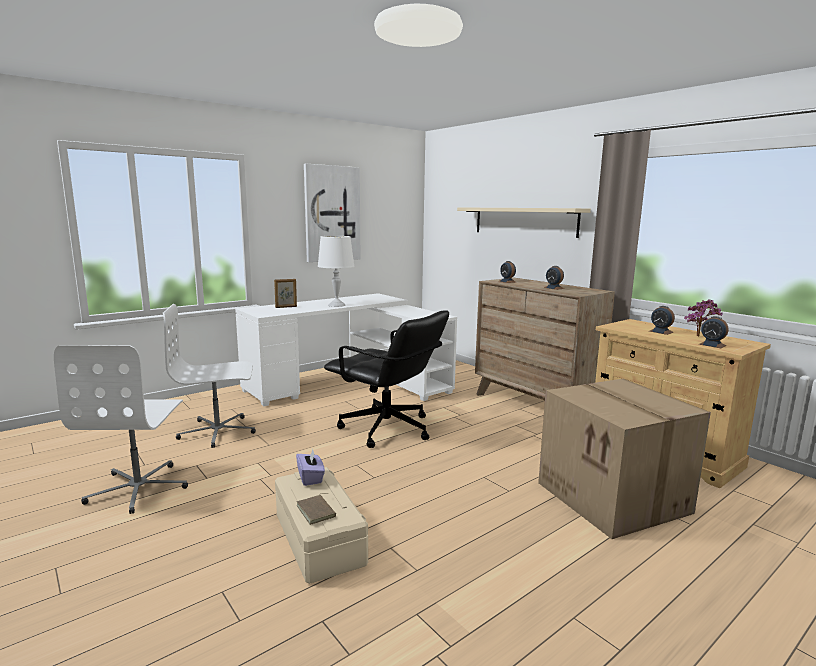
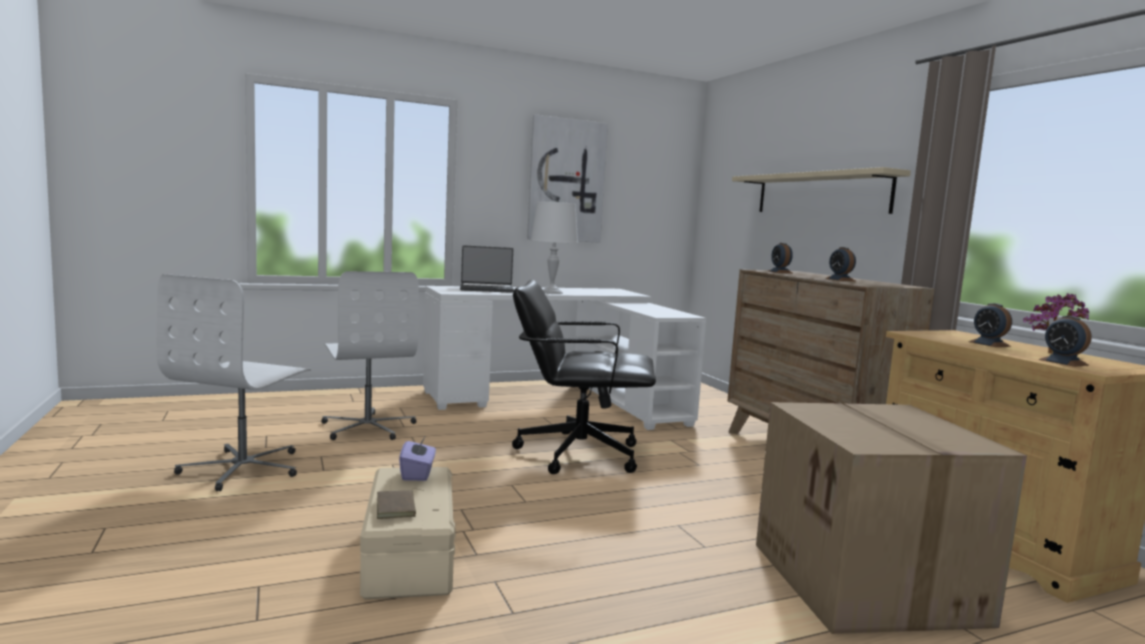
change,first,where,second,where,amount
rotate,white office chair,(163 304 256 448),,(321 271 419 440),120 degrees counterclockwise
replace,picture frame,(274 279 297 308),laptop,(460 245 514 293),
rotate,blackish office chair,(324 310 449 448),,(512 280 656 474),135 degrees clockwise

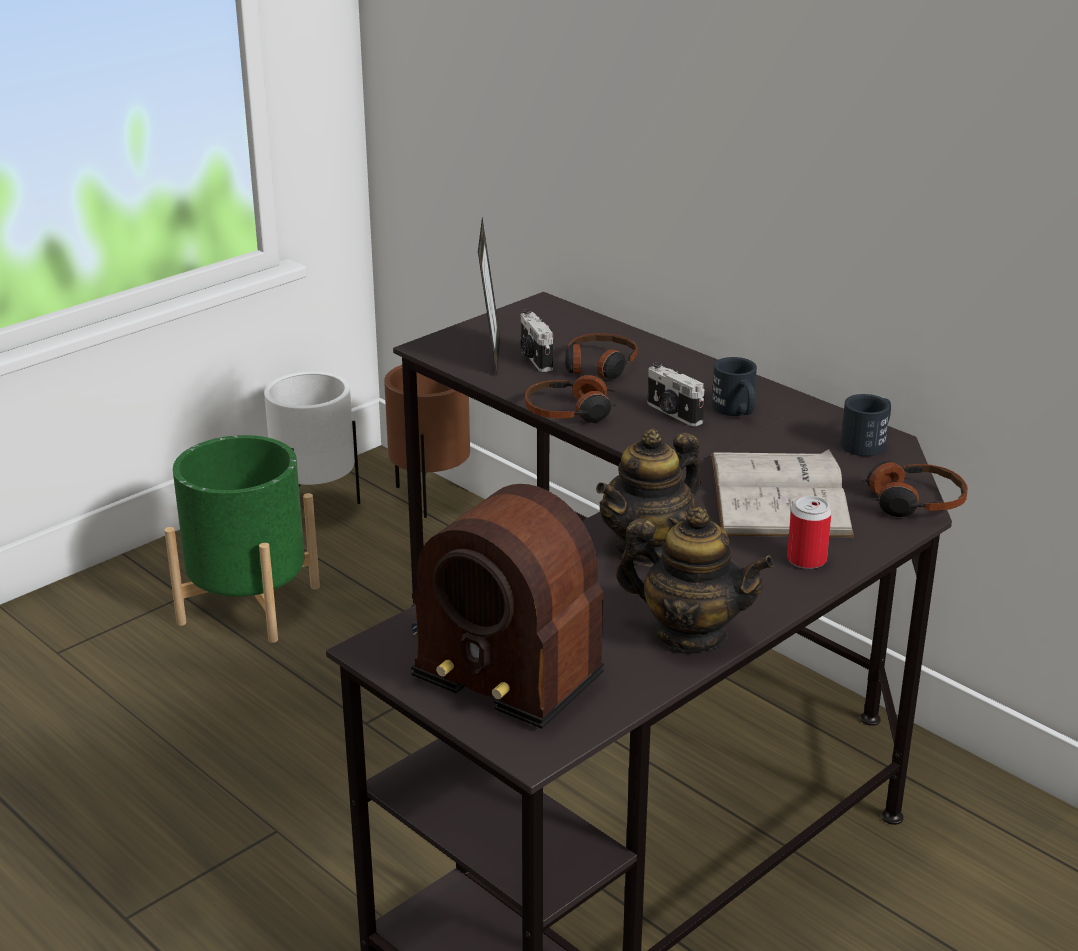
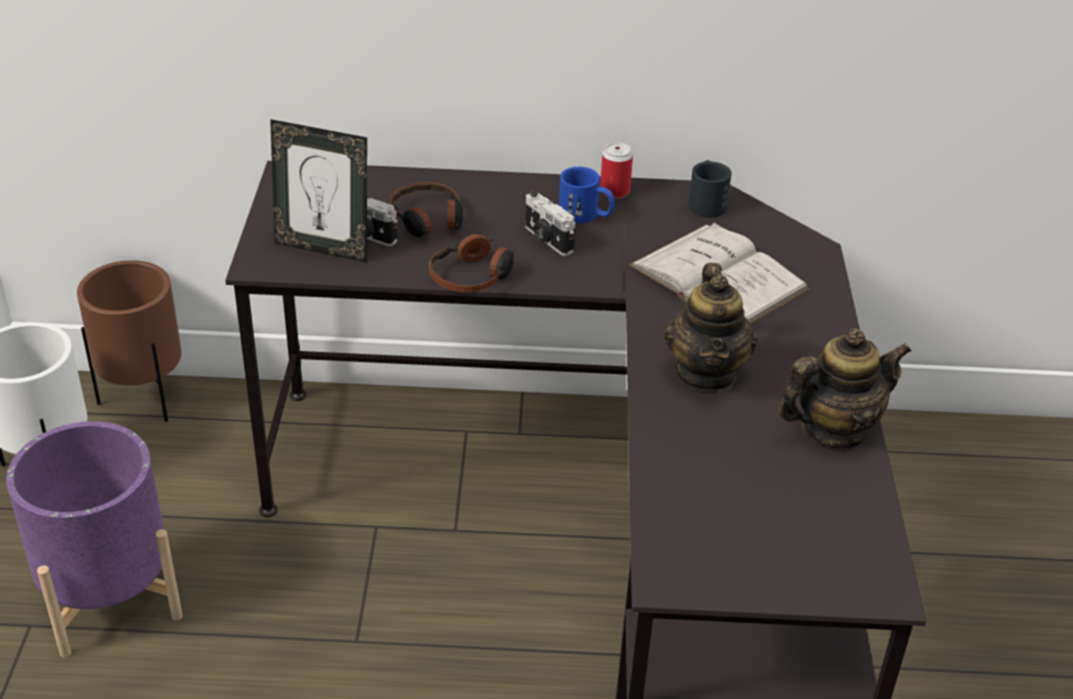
change,first,where,second,where,amount
recolor,green flower pot,(164 435 320 643),purple flower pot,(6 421 183 658),
delete,radio set,(411 484 604 729),,,
rotate,picture frame,(478 218 500 375),,(270 119 367 263),150 degrees clockwise
rotate,still camera,(648 362 705 427),,(525 191 576 256),45 degrees clockwise
recolor,blackish mug,(712 357 757 416),blue-coloured mug,(559 167 615 223),
move,metal can,(787 496 832 569),,(600 142 633 198),
delete,pair of headphones,(860 461 968 517),,,

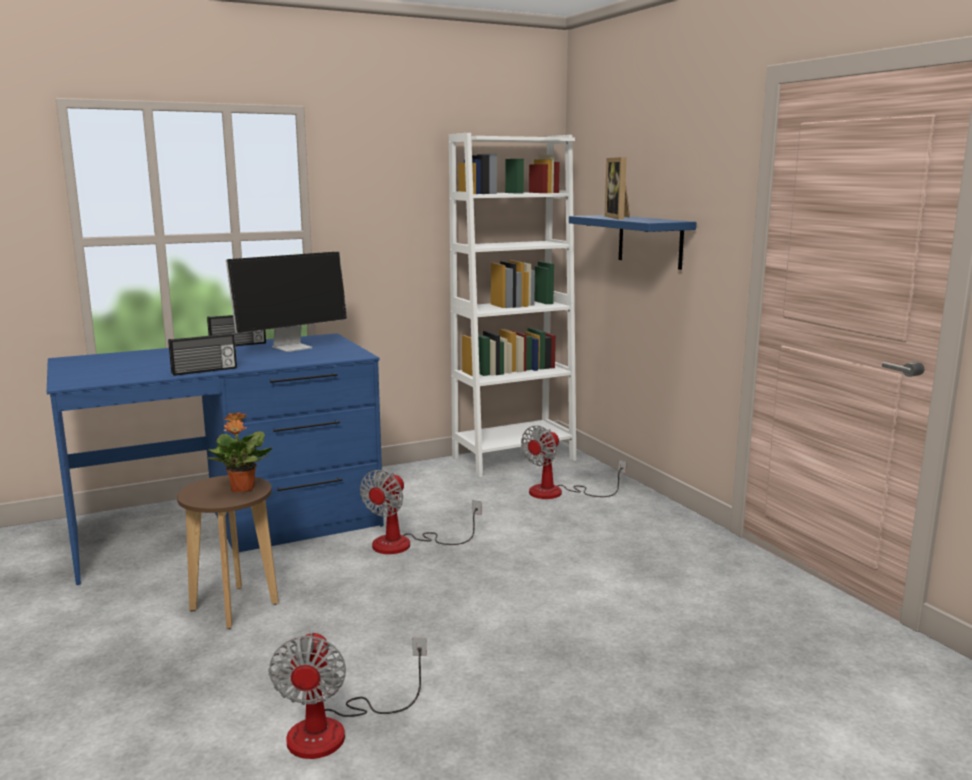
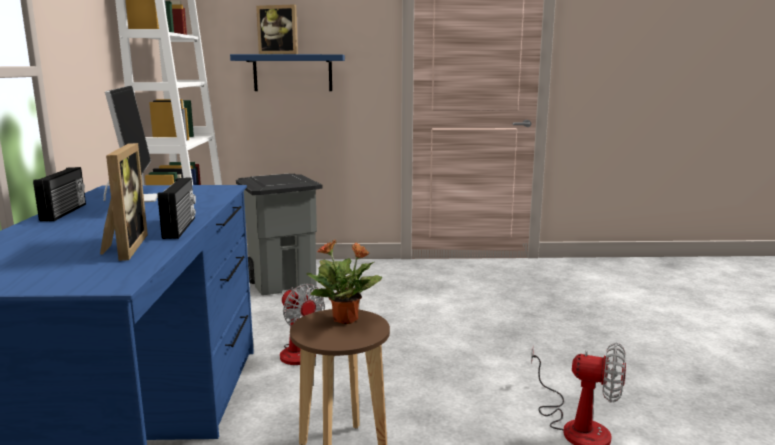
change,first,where,second,where,amount
replace,fan,(521 425 626 499),grey rubbish bin,(236 174 322 295),
insert,,,picture frame,(100 143 148 261),

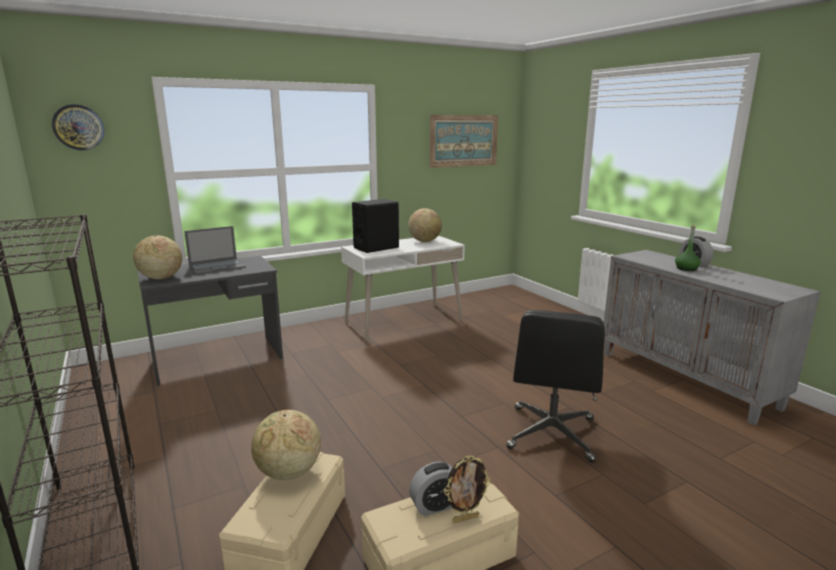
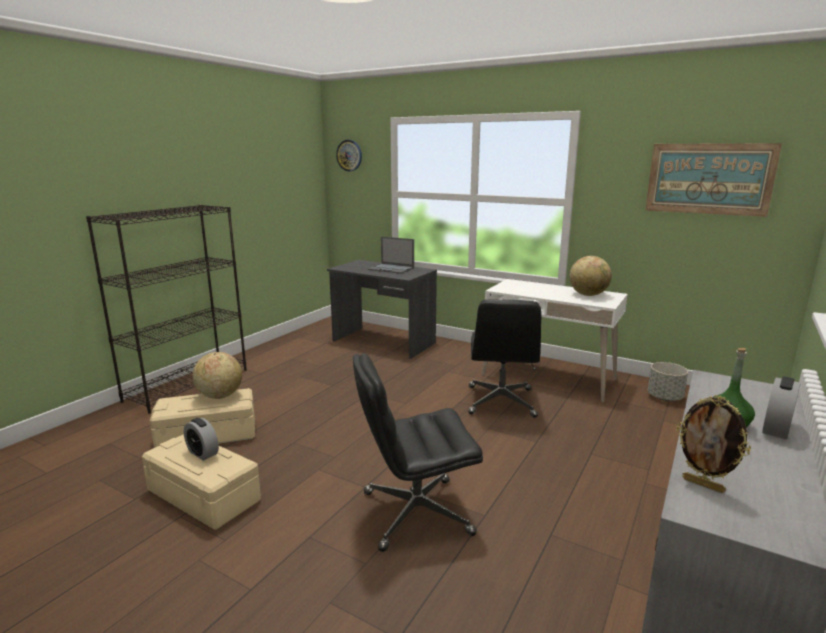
change,first,where,second,where,amount
delete,desk globe,(133 235 182 279),,,
delete,blackish audio speaker,(352 199 399 253),,,
move,picture frame,(444 455 490 523),,(676 395 751 493),
insert,,,blackish office chair,(468 299 542 418),
insert,,,grey flower pot,(648 362 688 401),

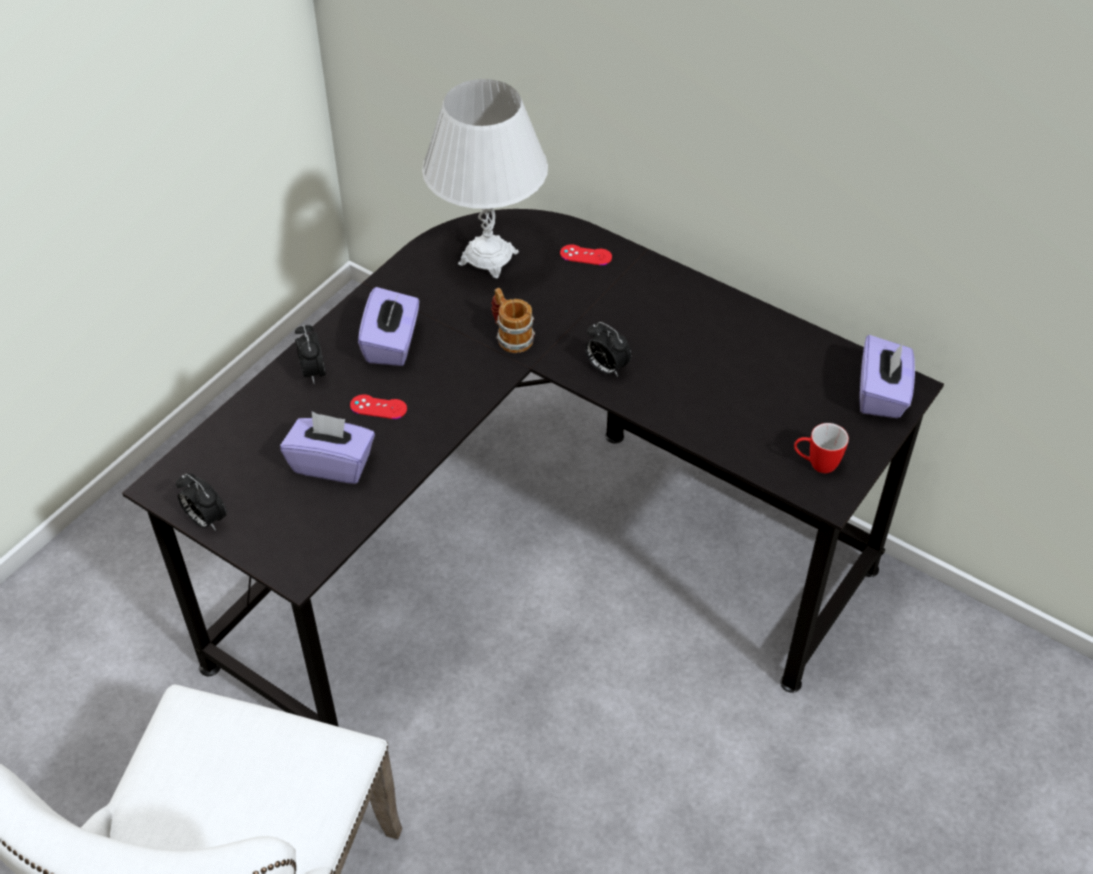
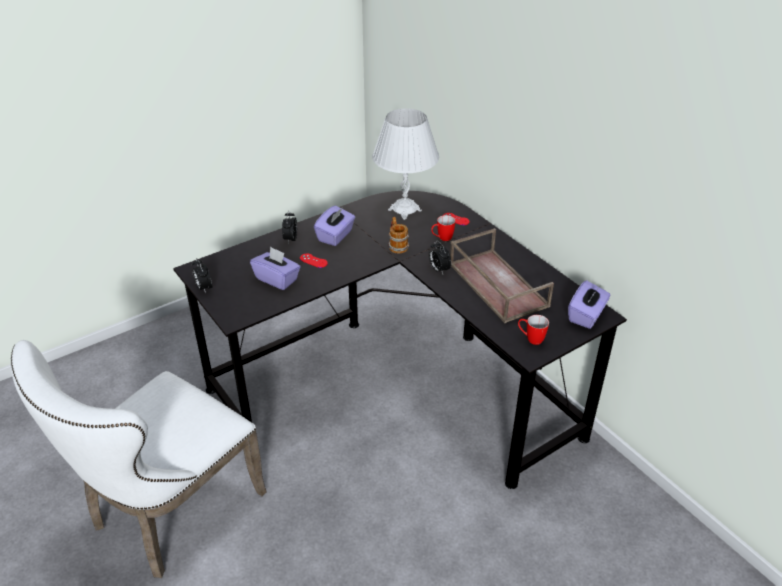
change,first,where,second,where,amount
insert,,,mug,(431 215 456 241),
insert,,,brown serving tray,(450 228 554 323),

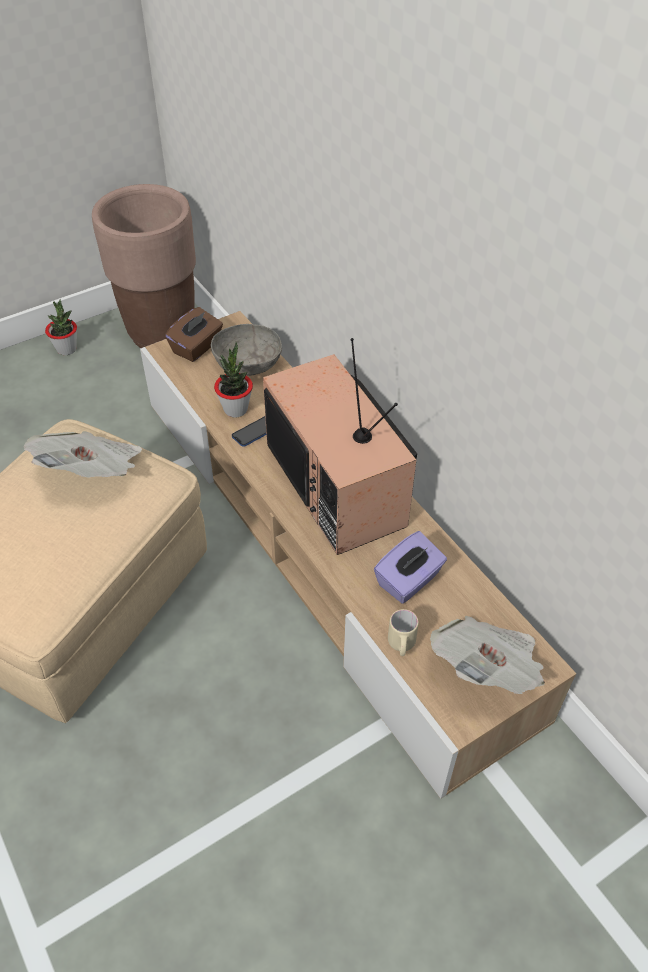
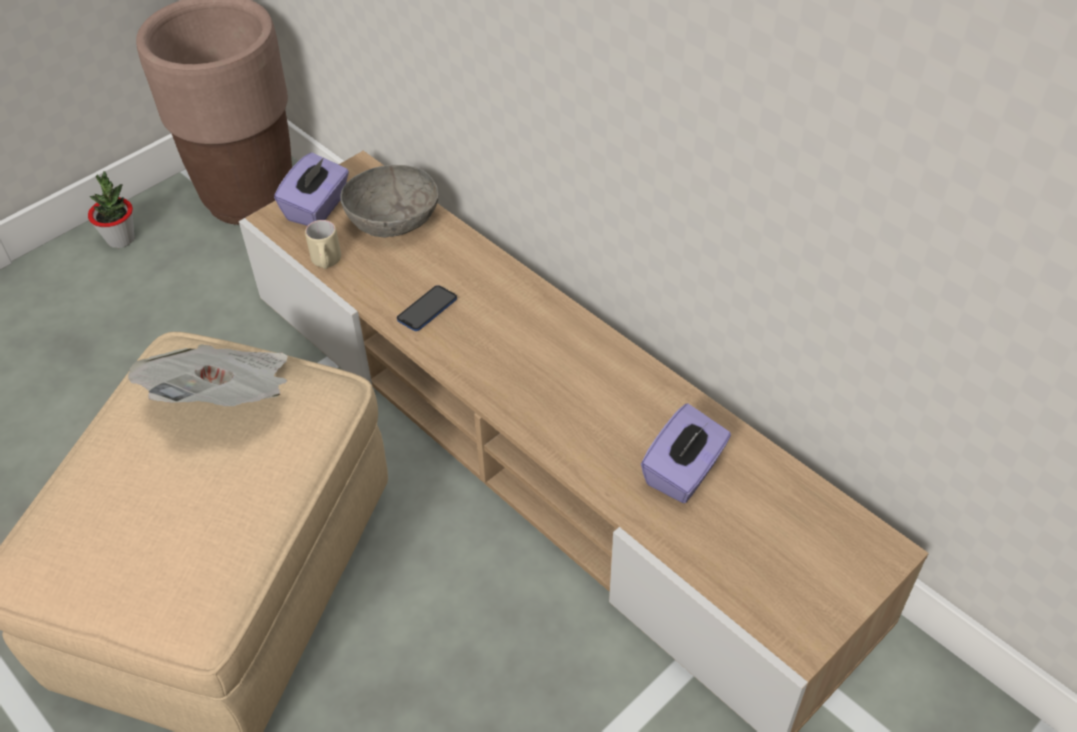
change,first,where,second,where,amount
recolor,brown box of tissues,(165 307 223 362),purple box of tissues,(274 153 349 226),
delete,plant in a pot,(214 342 253 418),,,
delete,TV,(263 338 417 555),,,
move,beige-coloured mug,(388 609 419 656),,(305 220 341 269),
delete,printed paper,(430 616 545 694),,,

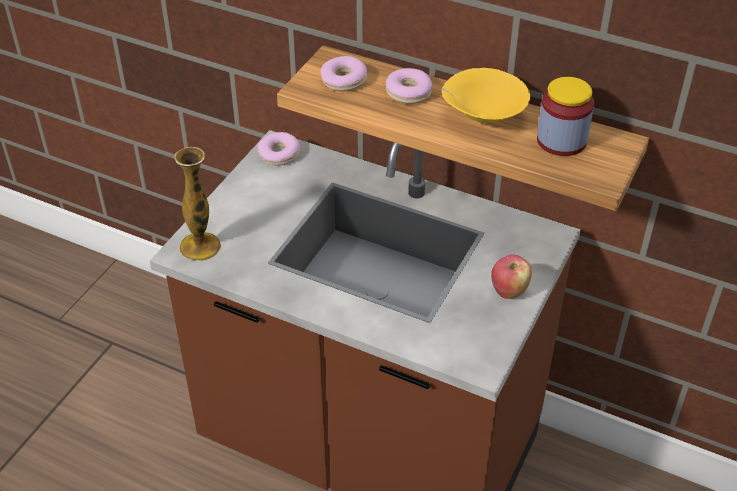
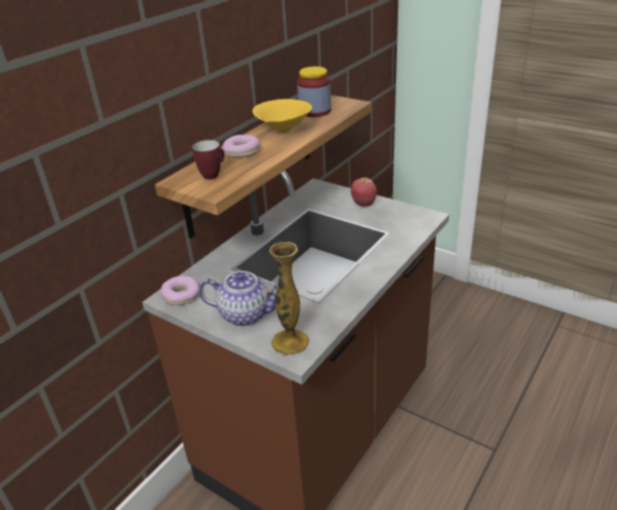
change,first,where,second,where,amount
replace,ring doughnut,(320 56 367 91),mug,(192 140 225 180),
insert,,,tea pot,(199 271 278 326),

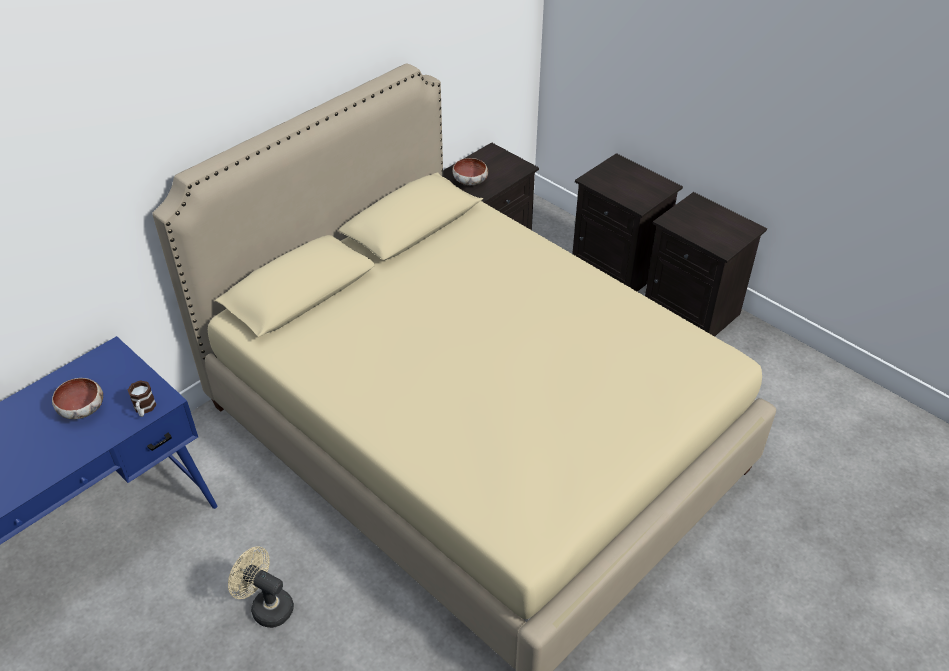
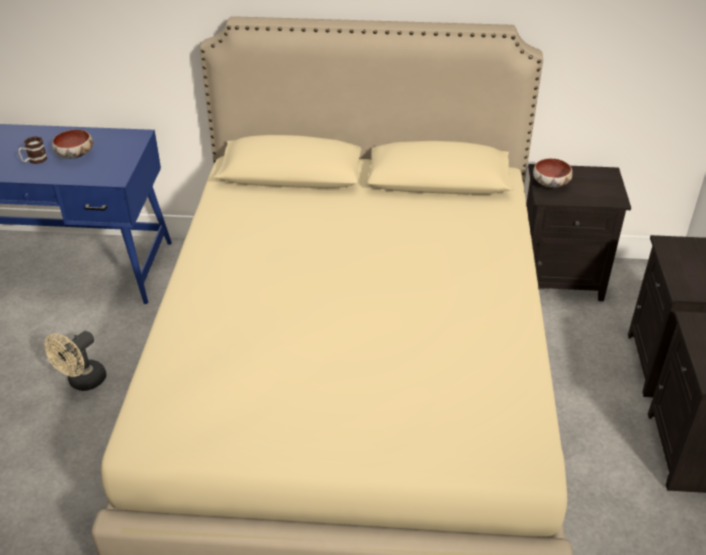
change,first,where,second,where,amount
move,mug,(128 380 157 417),,(18 136 47 164),
rotate,beige-coloured fan,(228 546 294 628),,(44 331 106 391),135 degrees counterclockwise

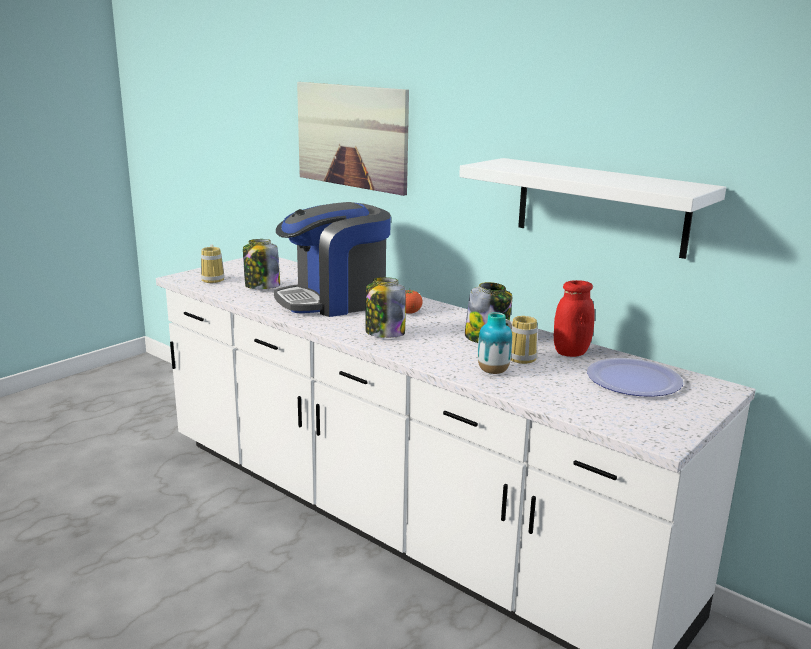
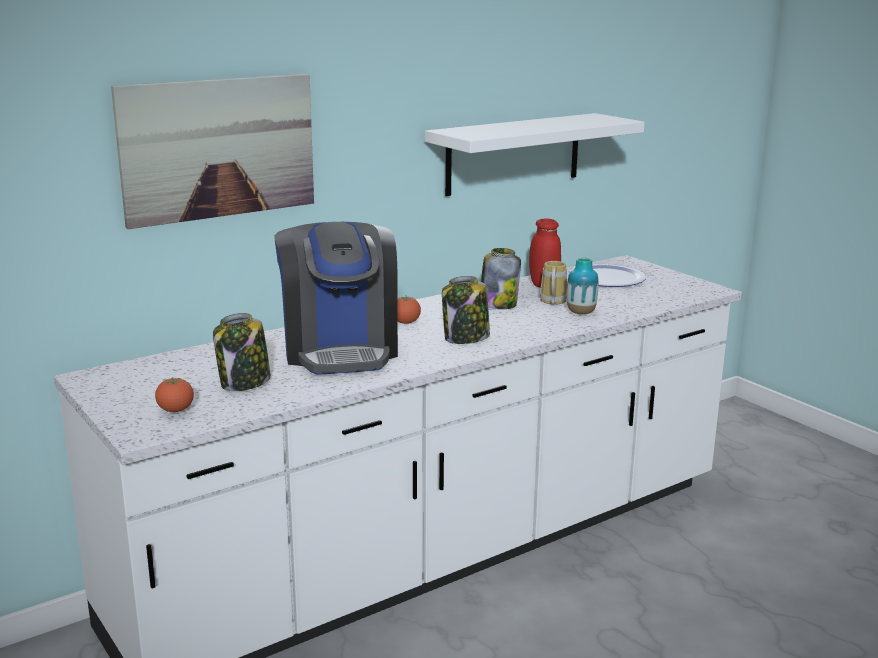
change,first,where,second,where,amount
replace,mug,(201 244 225 283),whole tomato,(155 377 194 412),

